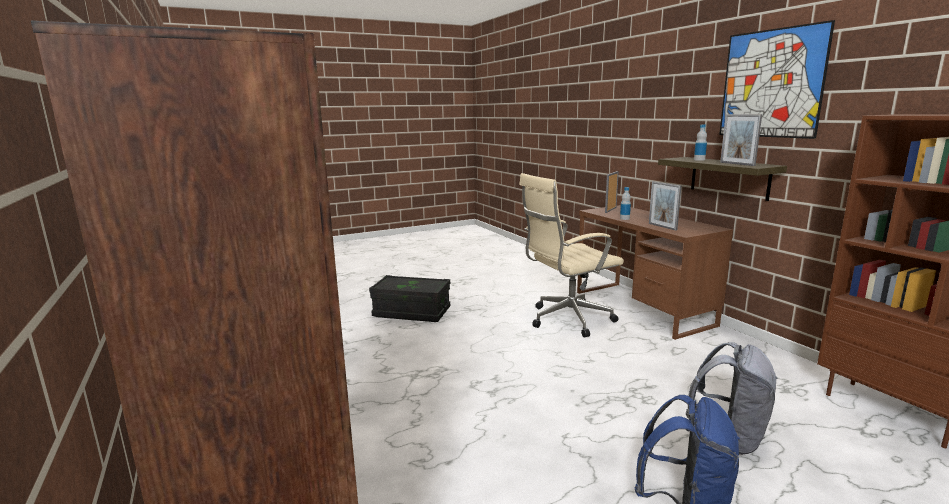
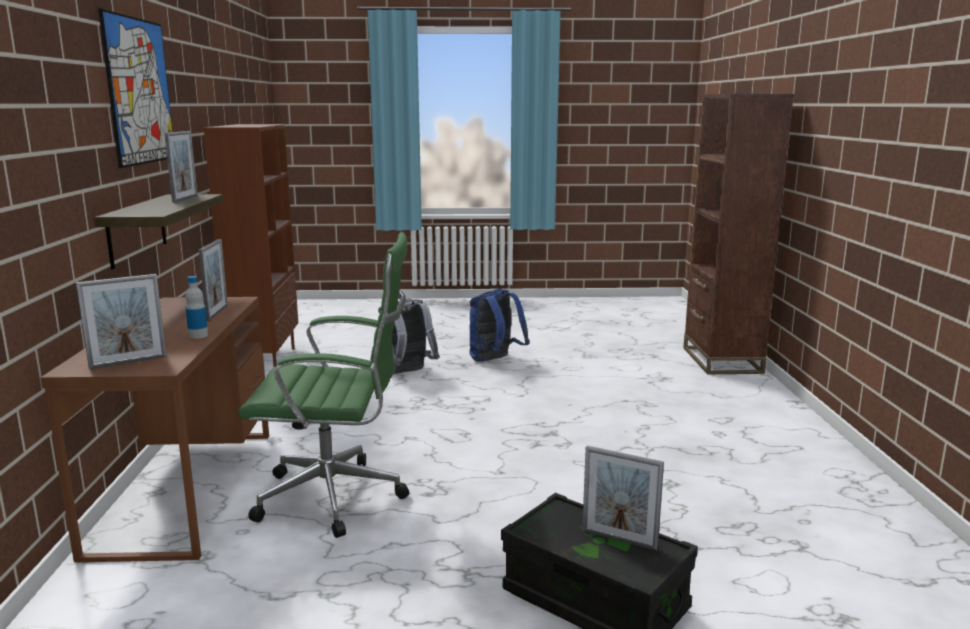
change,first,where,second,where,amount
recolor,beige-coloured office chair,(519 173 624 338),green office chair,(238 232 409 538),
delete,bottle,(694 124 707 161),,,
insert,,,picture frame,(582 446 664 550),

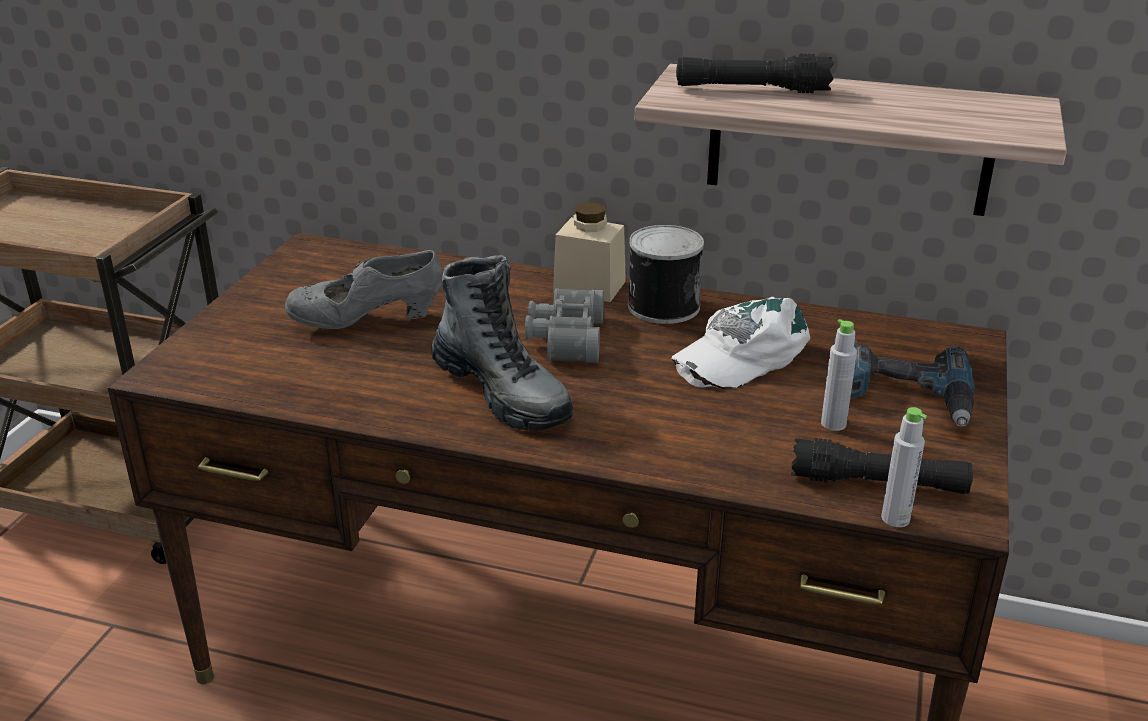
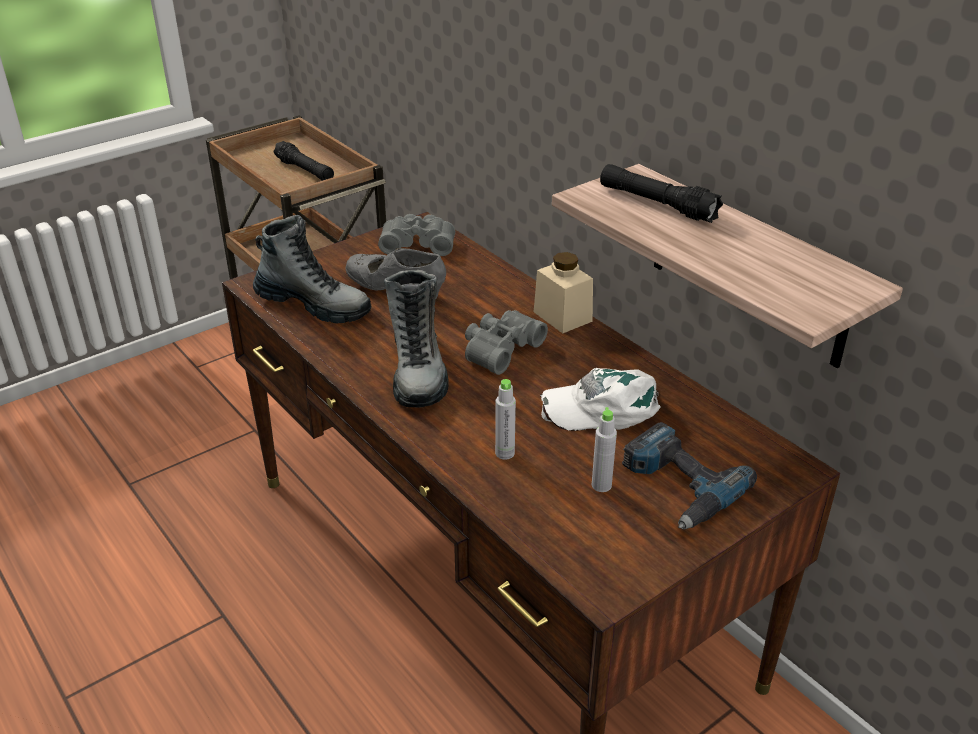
change,first,where,second,where,amount
delete,metal can,(628 225 704 324),,,
move,blackish torch,(791 438 973 494),,(273 141 334 181),
move,grey bottle,(881 407 927 527),,(495 379 516 460),
insert,,,boot,(253 215 371 324),
insert,,,grey binoculars,(378 214 455 256),

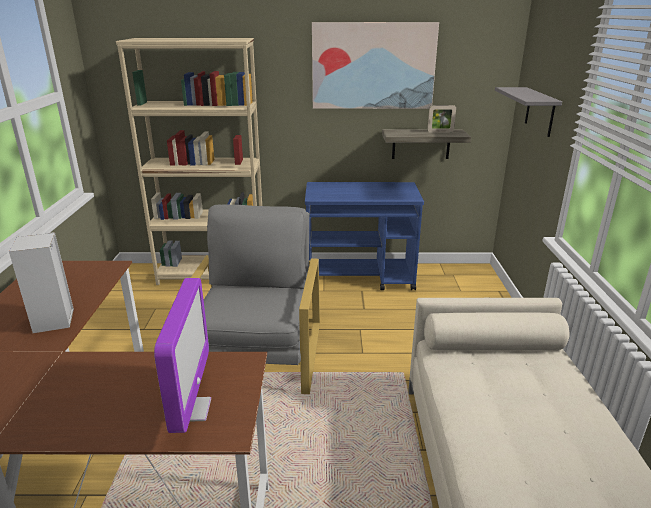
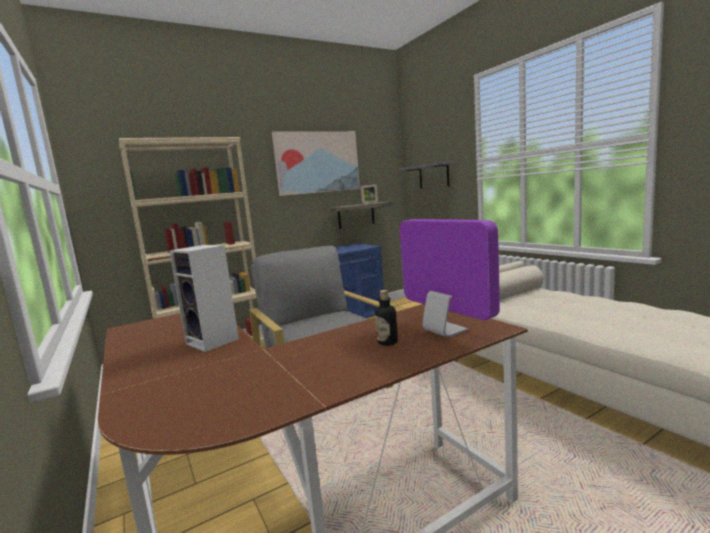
change,first,where,second,where,amount
insert,,,bottle,(375 290 398 346),

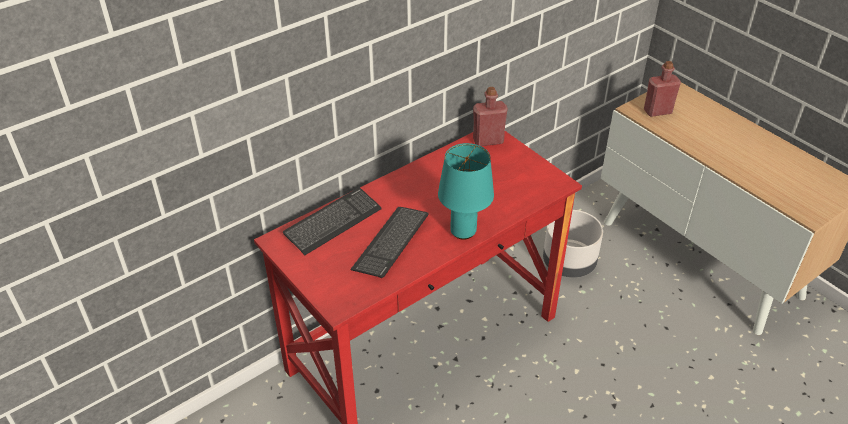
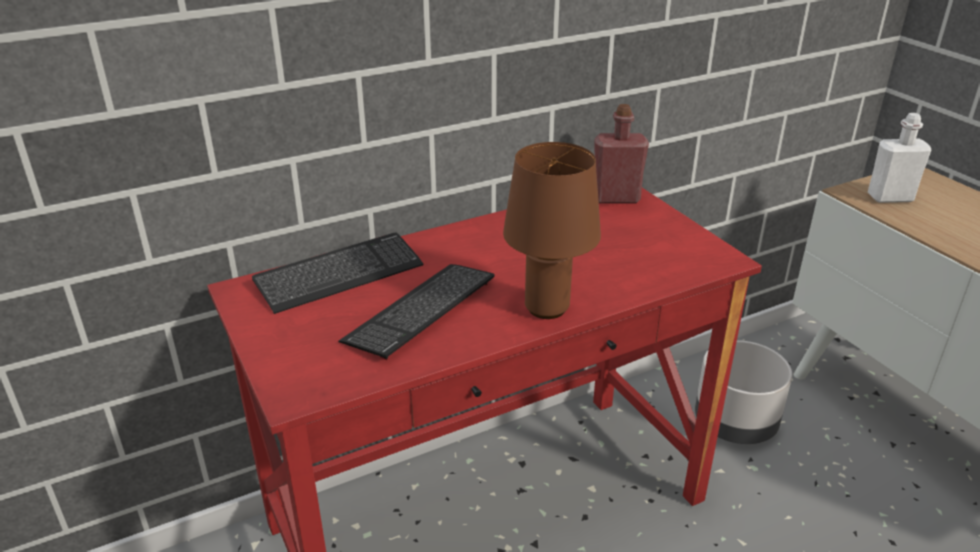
change,first,where,second,where,amount
recolor,turquoise lamp for a table,(438 143 494 240),brown lamp for a table,(503 142 601 319),
recolor,red bottle,(644 61 681 117),white bottle,(868 113 931 203),

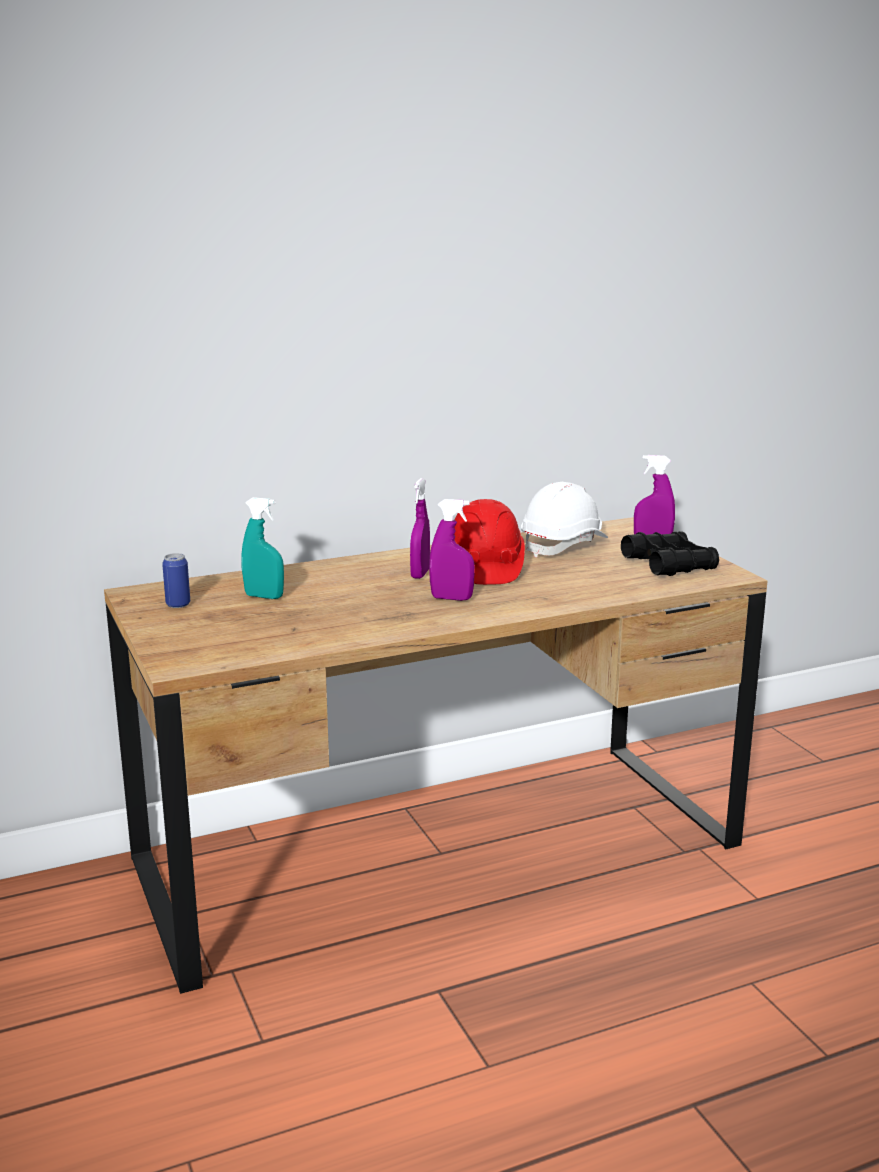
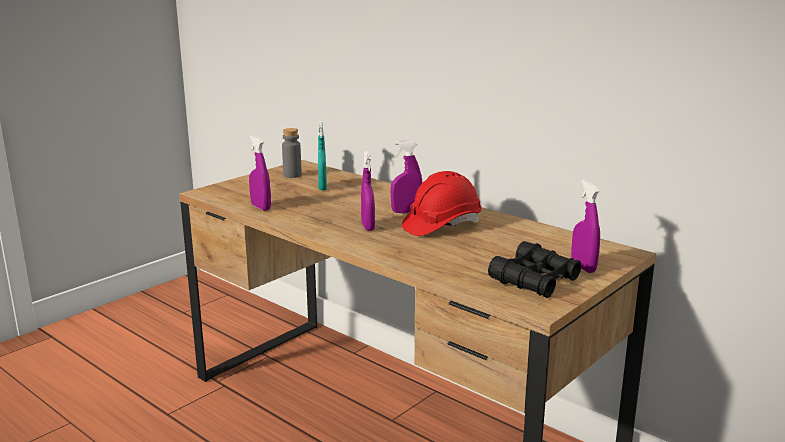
change,first,where,second,where,amount
replace,metal can,(162 553 190 608),grey bottle,(282 128 302 178),
delete,white work helmet,(521 482 608 558),,,
insert,,,purple hand sprayer,(249 135 271 211),

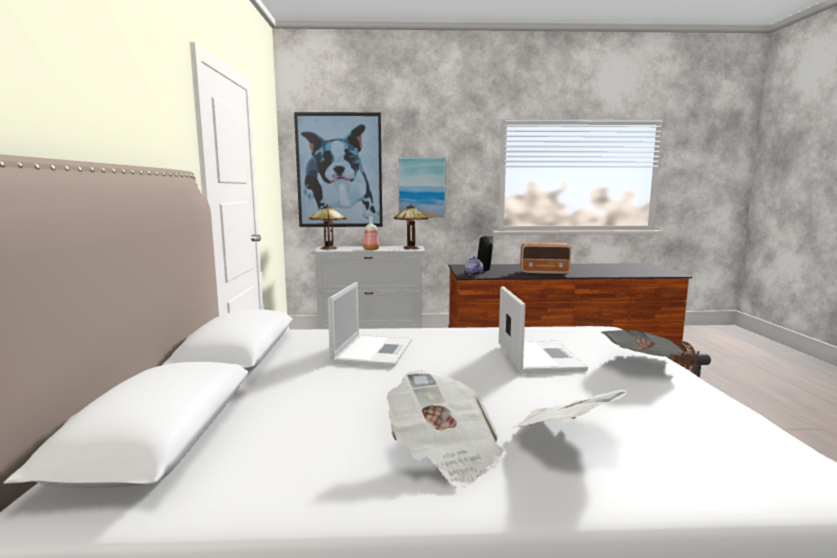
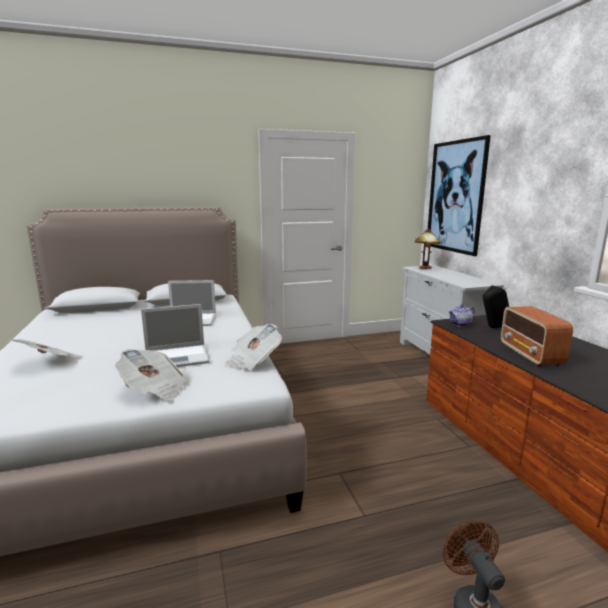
change,first,where,second,where,amount
delete,bottle,(363 216 379 250),,,
move,printed paper,(387 371 504 488),,(225 324 282 370),
delete,lamp for a table,(394 204 428 249),,,
delete,wall picture,(398 157 446 218),,,

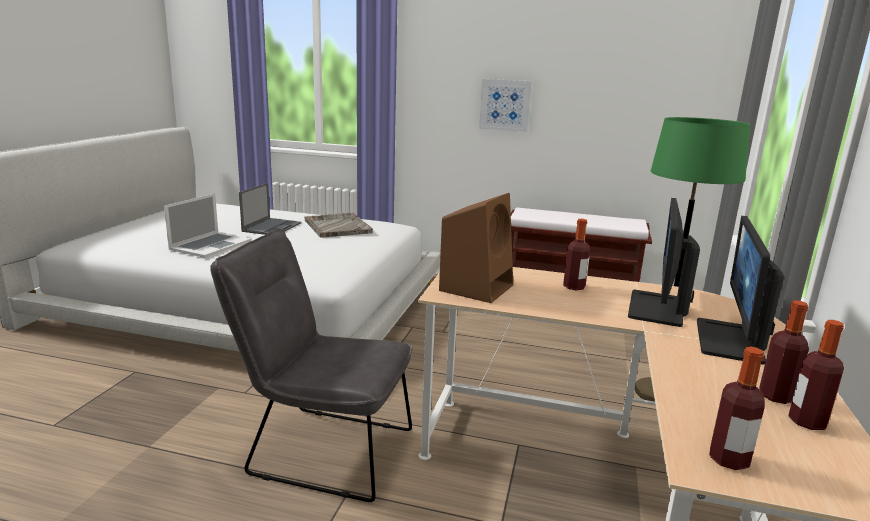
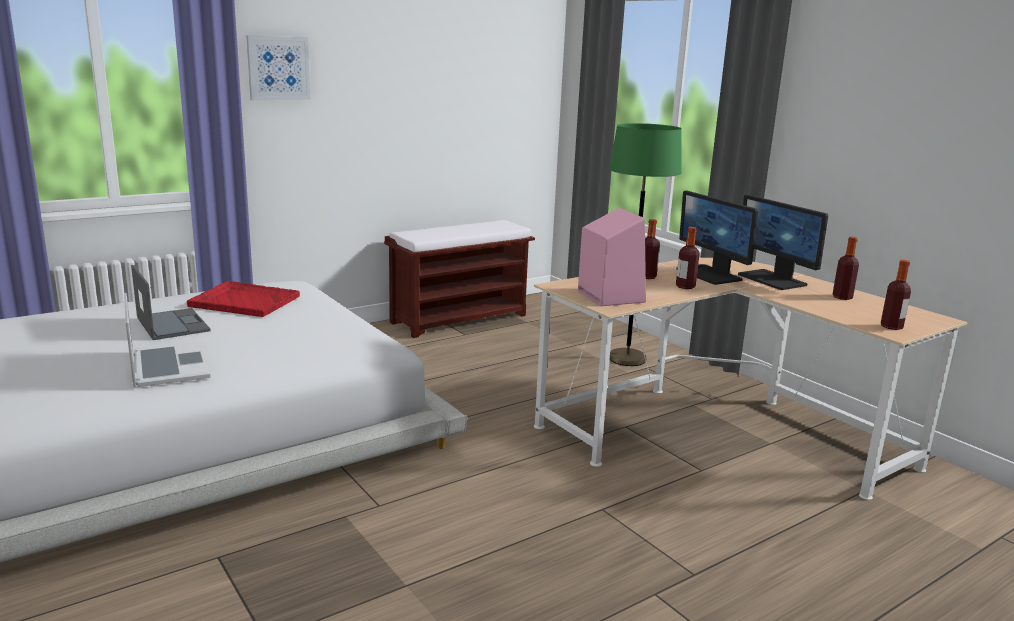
change,first,where,second,where,amount
delete,grey chair,(210 229 412 502),,,
recolor,grey serving tray,(304 213 373 238),red serving tray,(187 281 300 317),
recolor,brown audio speaker,(439 193 513 303),pinkish audio speaker,(578 208 646 306),
move,wall picture,(479 79 532 132),,(246 35 311 100),
move,bottle,(788 320 844 430),,(676 227 699 289),

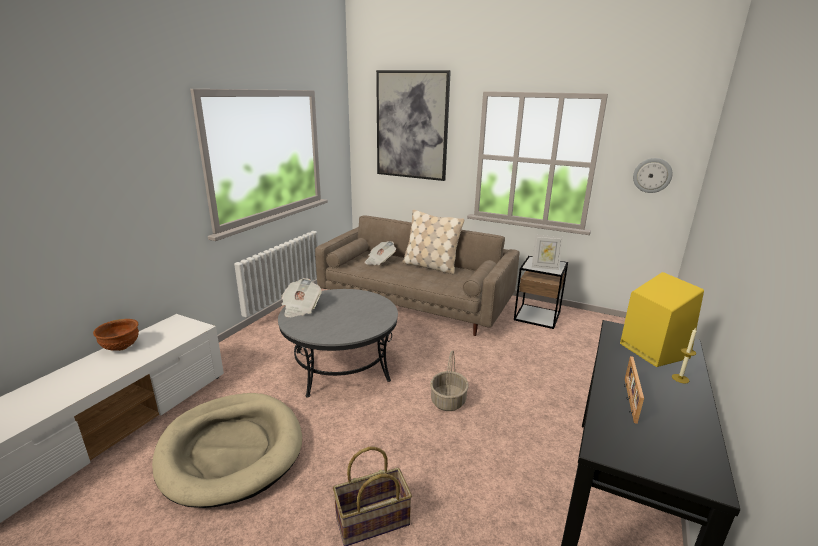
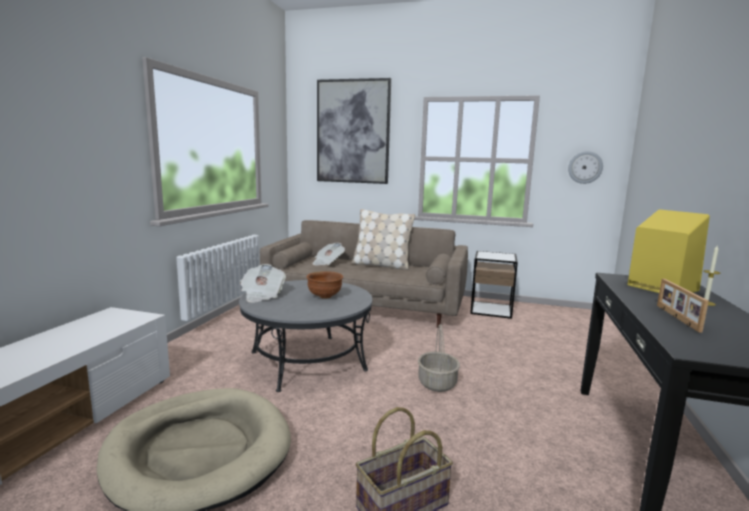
change,first,where,second,where,amount
move,brown serving bowl,(93 319 139 351),,(307 271 343 299),
delete,picture frame,(532 235 563 270),,,

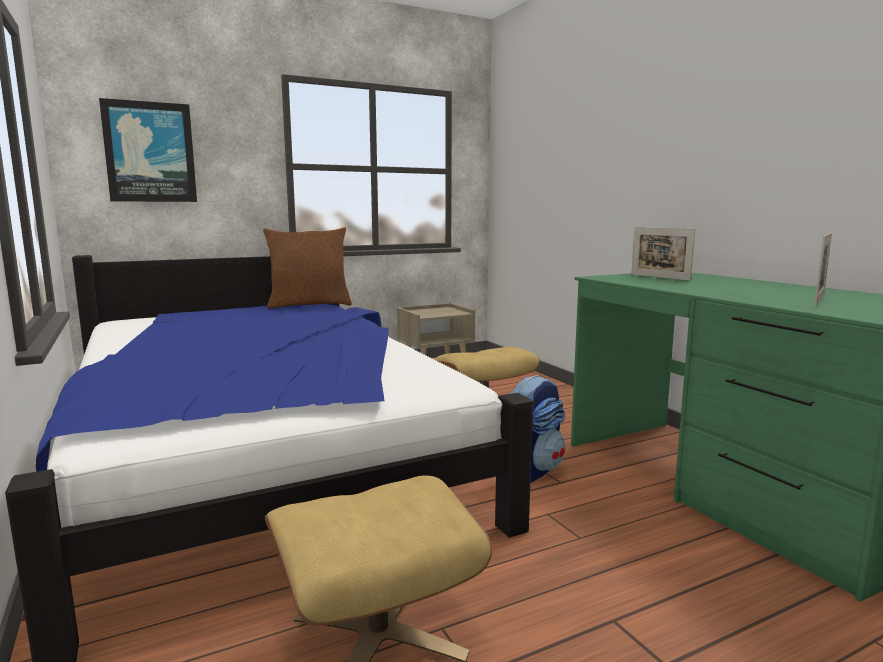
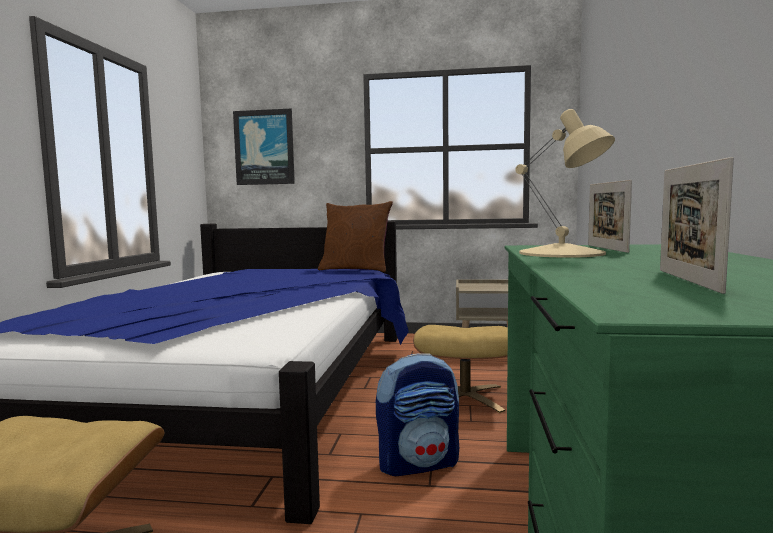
change,first,where,second,where,amount
rotate,picture frame,(814 233 832 306),,(660 157 734 294),120 degrees clockwise
insert,,,beige-coloured lamp for a table,(515 109 615 258),

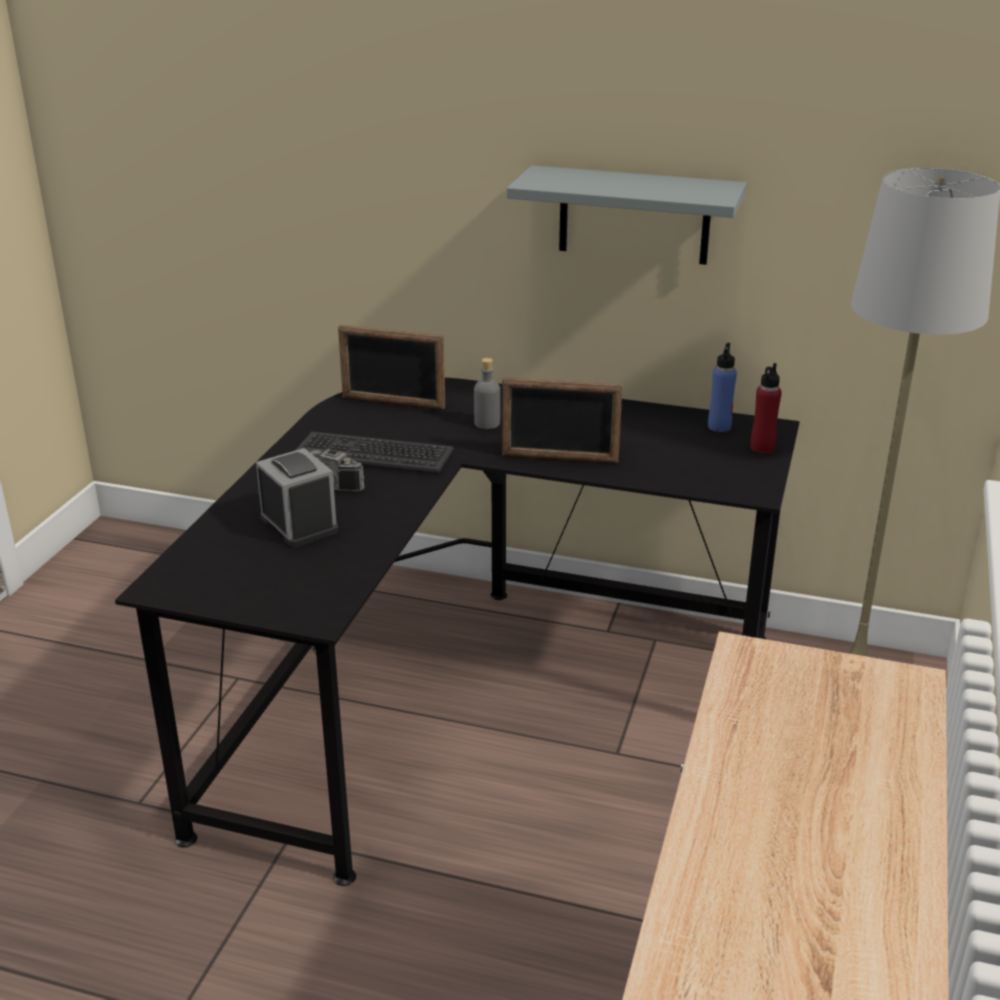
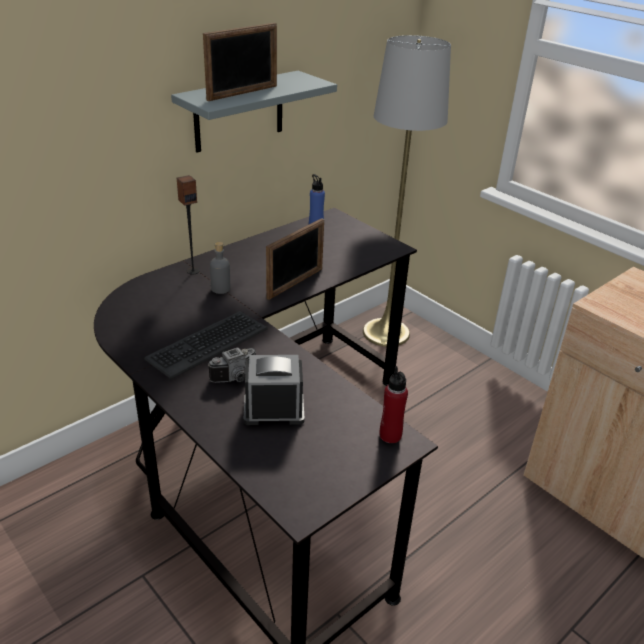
change,first,where,second,where,amount
move,picture frame,(338 325 445 409),,(203 23 277 101),
move,red bottle,(751 363 782 453),,(380 366 408 443),
insert,,,audio speaker,(177 175 200 275),

